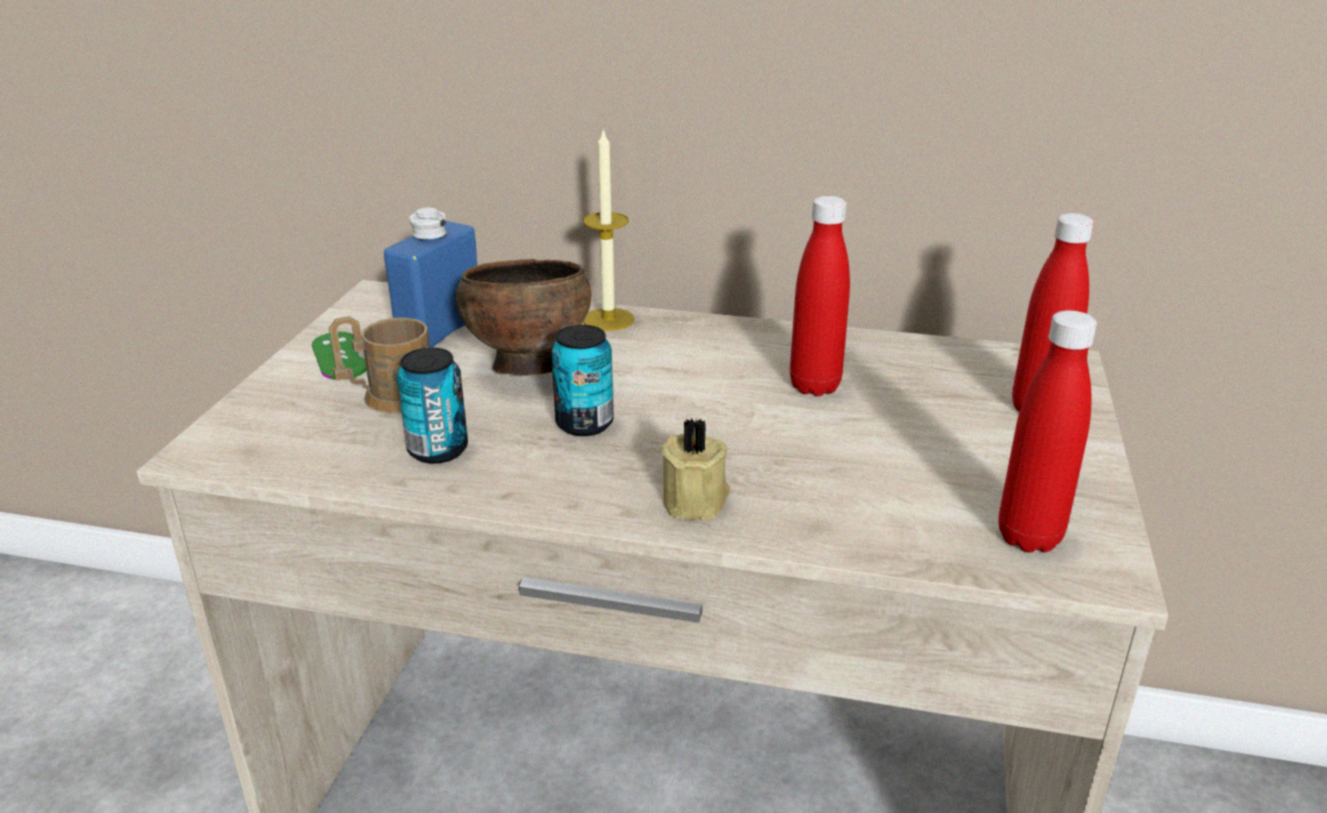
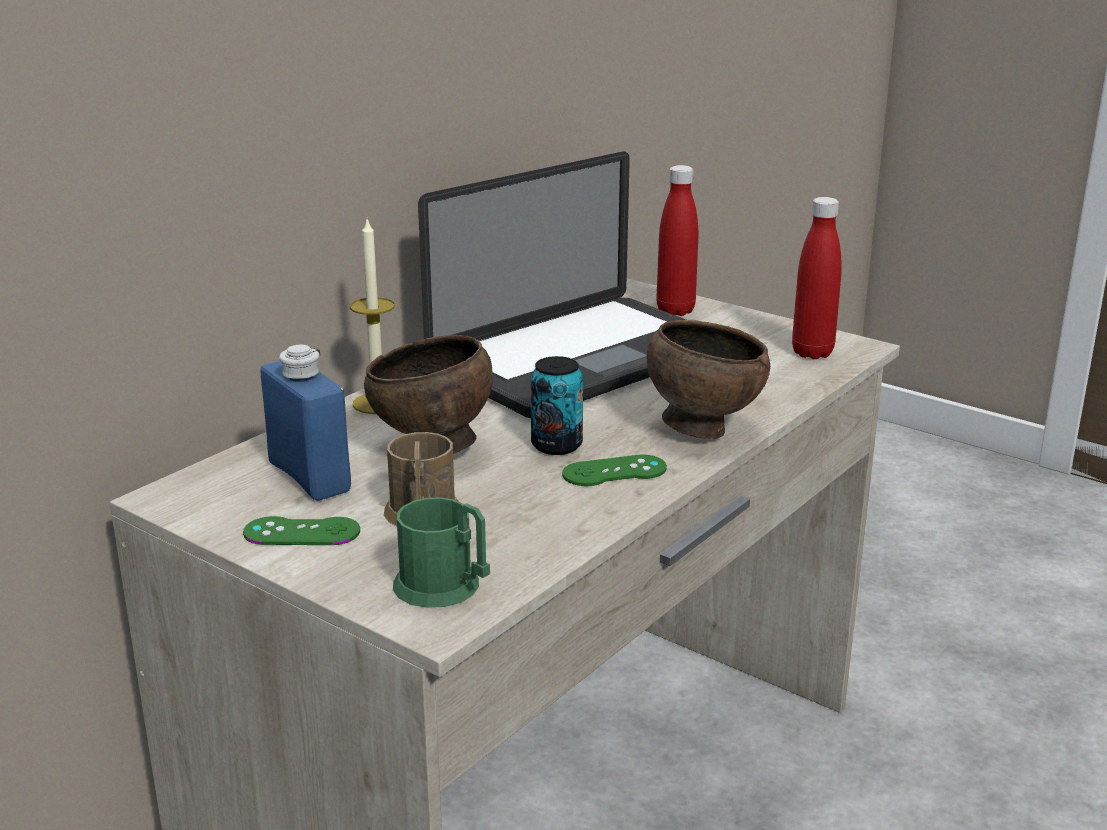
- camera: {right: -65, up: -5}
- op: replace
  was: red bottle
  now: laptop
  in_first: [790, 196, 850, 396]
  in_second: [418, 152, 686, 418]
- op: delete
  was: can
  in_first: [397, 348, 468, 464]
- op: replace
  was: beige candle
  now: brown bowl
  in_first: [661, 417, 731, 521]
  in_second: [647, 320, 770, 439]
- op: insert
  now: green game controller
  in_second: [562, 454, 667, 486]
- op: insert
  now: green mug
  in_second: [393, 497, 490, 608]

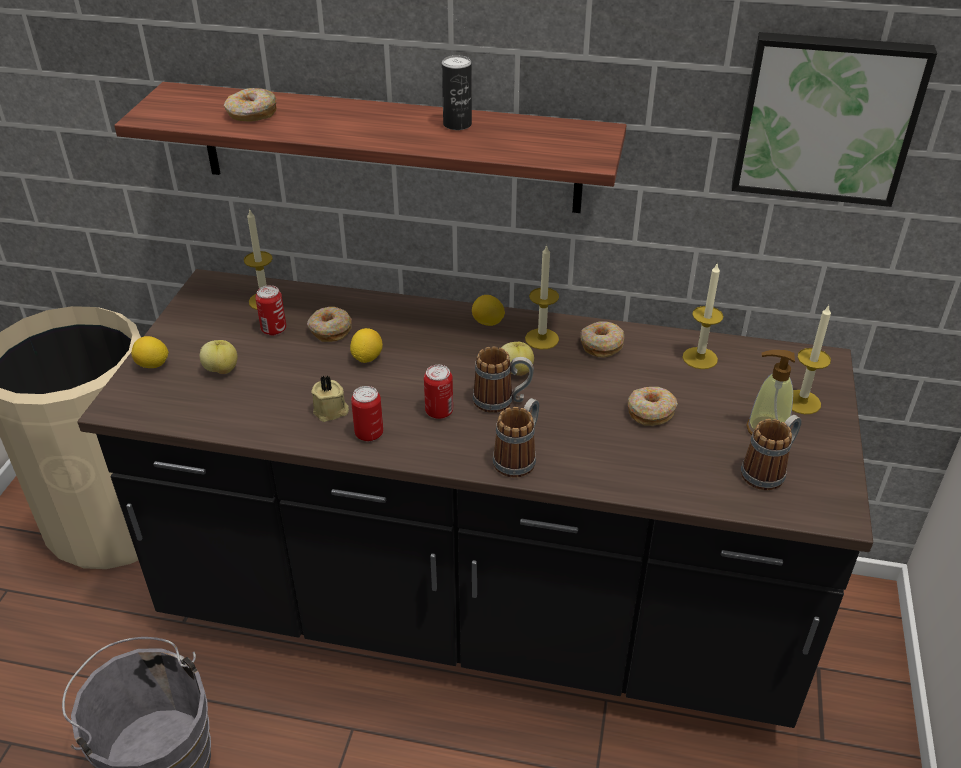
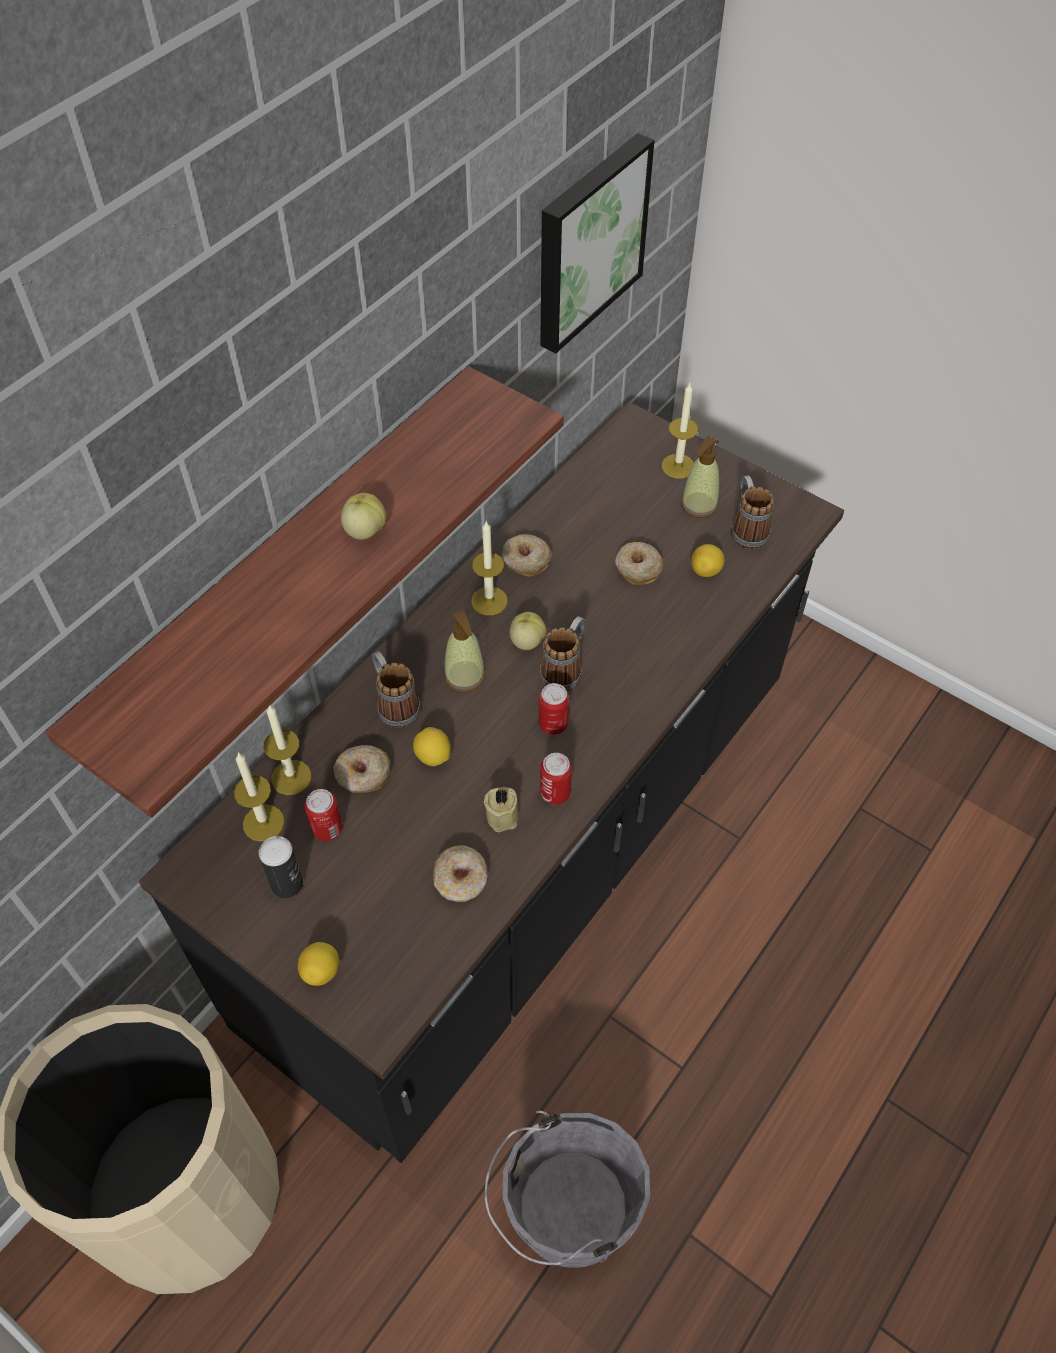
- camera: {right: -65, up: 15}
- op: move
  was: can
  in_first: [442, 55, 472, 130]
  in_second: [259, 836, 303, 899]
- op: move
  was: donut
  in_first: [224, 88, 277, 122]
  in_second: [433, 846, 488, 902]
- op: move
  was: candle
  in_first: [682, 264, 724, 369]
  in_second: [264, 705, 312, 795]
- op: move
  was: lemon
  in_first: [472, 295, 505, 326]
  in_second: [691, 544, 725, 577]
- op: move
  was: apple
  in_first: [200, 340, 238, 374]
  in_second: [341, 493, 387, 540]
- op: move
  was: mug
  in_first: [493, 398, 539, 478]
  in_second: [372, 651, 421, 728]
- op: insert
  now: soap dispenser
  in_second: [444, 609, 486, 692]

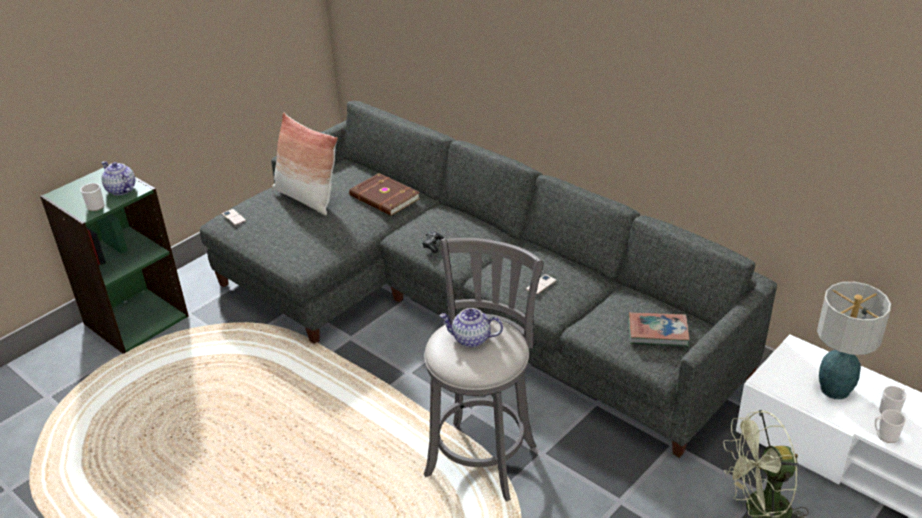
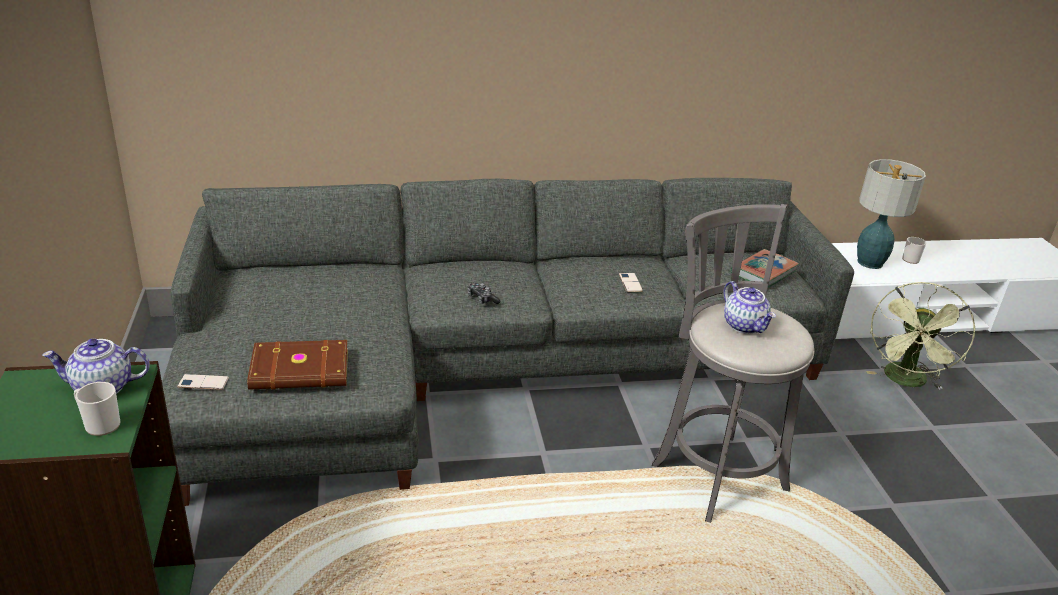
- camera: {right: -55, up: -5}
- op: delete
  was: pillow
  in_first: [272, 113, 338, 215]
- op: move
  was: brown book
  in_first: [349, 173, 420, 216]
  in_second: [247, 340, 348, 390]
- op: rotate
  was: teapot
  in_first: [439, 308, 503, 347]
  in_second: [723, 281, 776, 334]
  clockwise: -75
- op: delete
  was: mug
  in_first: [875, 410, 906, 443]

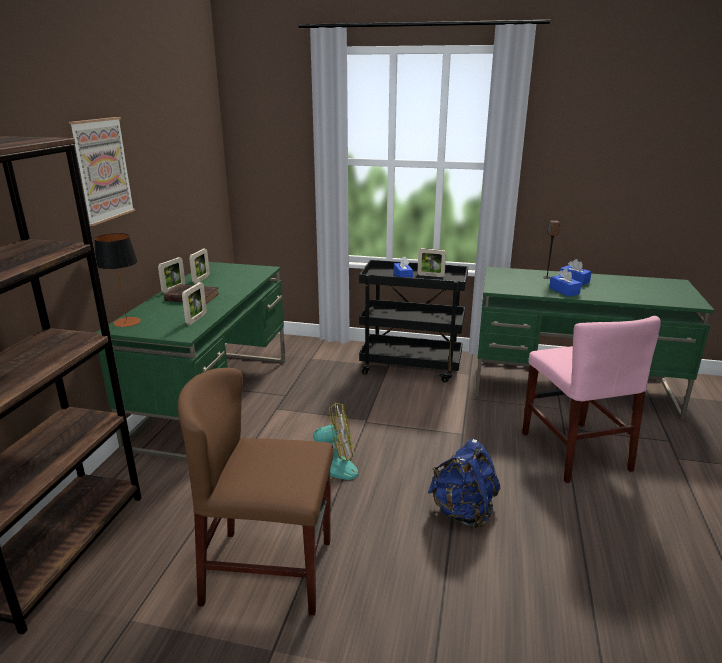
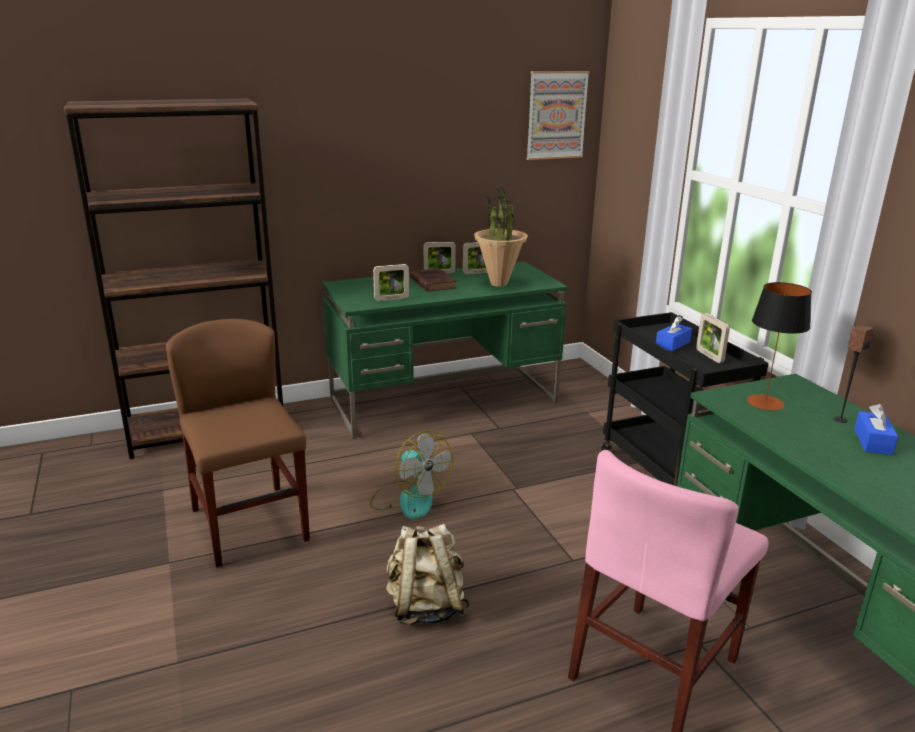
- camera: {right: 55, up: 0}
- op: move
  was: picture
  in_first: [69, 117, 135, 226]
  in_second: [526, 71, 590, 160]
- op: move
  was: table lamp
  in_first: [94, 233, 141, 327]
  in_second: [746, 282, 812, 410]
- op: delete
  was: blue tissue box
  in_first: [549, 268, 582, 297]
- op: recolor
  was: blue backpack
  now: beige backpack
  in_first: [428, 439, 500, 529]
  in_second: [386, 524, 470, 625]
- op: insert
  now: potted plant
  in_second: [474, 185, 528, 287]

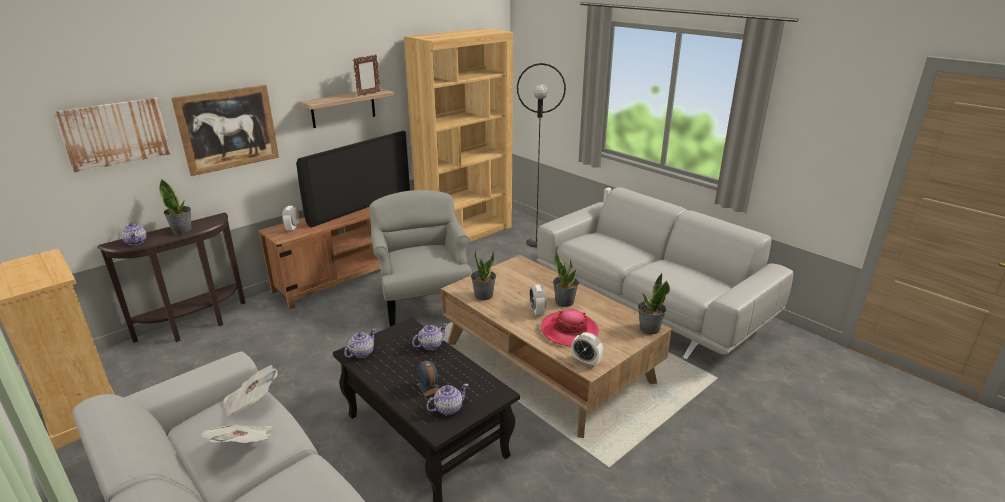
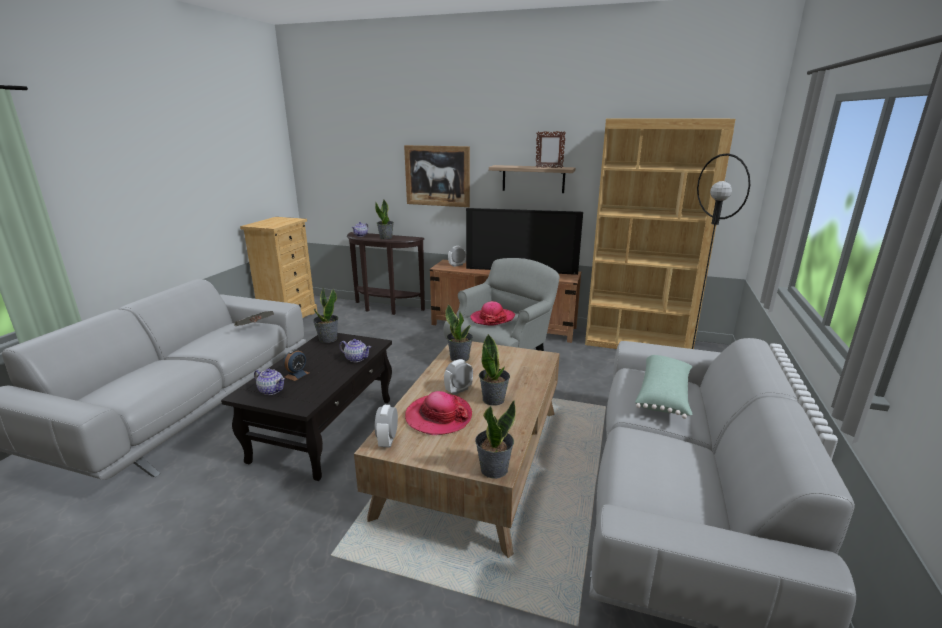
- camera: {right: 60, up: -5}
- op: delete
  was: picture
  in_first: [53, 98, 172, 173]
- op: replace
  was: teapot
  now: potted plant
  in_first: [344, 328, 376, 358]
  in_second: [313, 287, 338, 343]
- op: delete
  was: newspaper
  in_first: [201, 424, 273, 443]
- op: insert
  now: hat
  in_second: [470, 301, 515, 325]
- op: insert
  now: green pillow
  in_second: [635, 355, 693, 419]

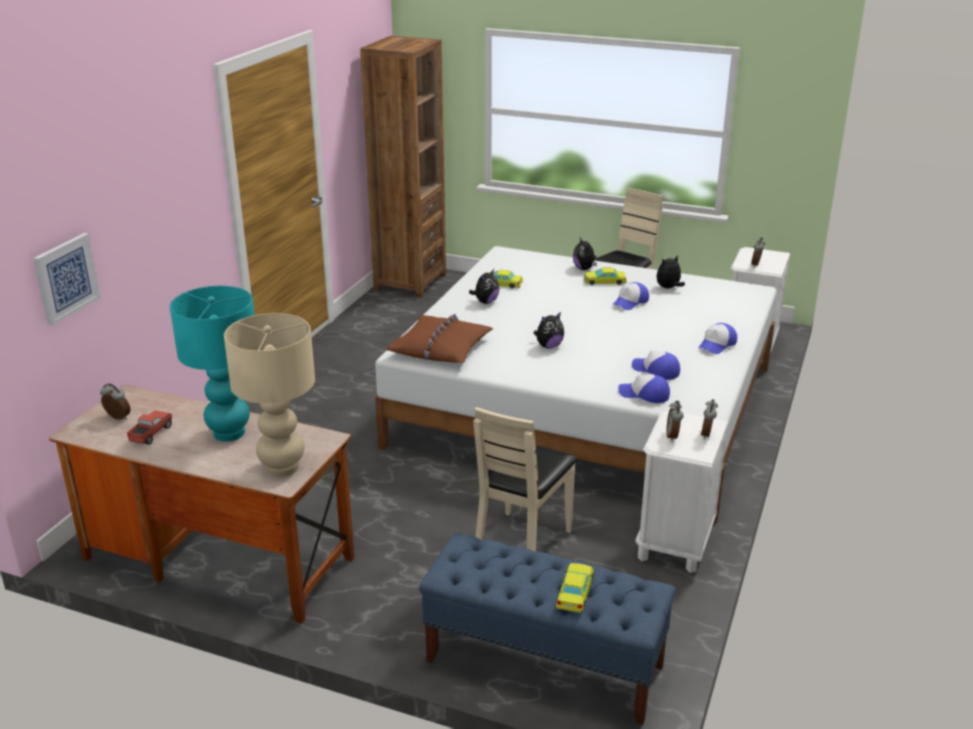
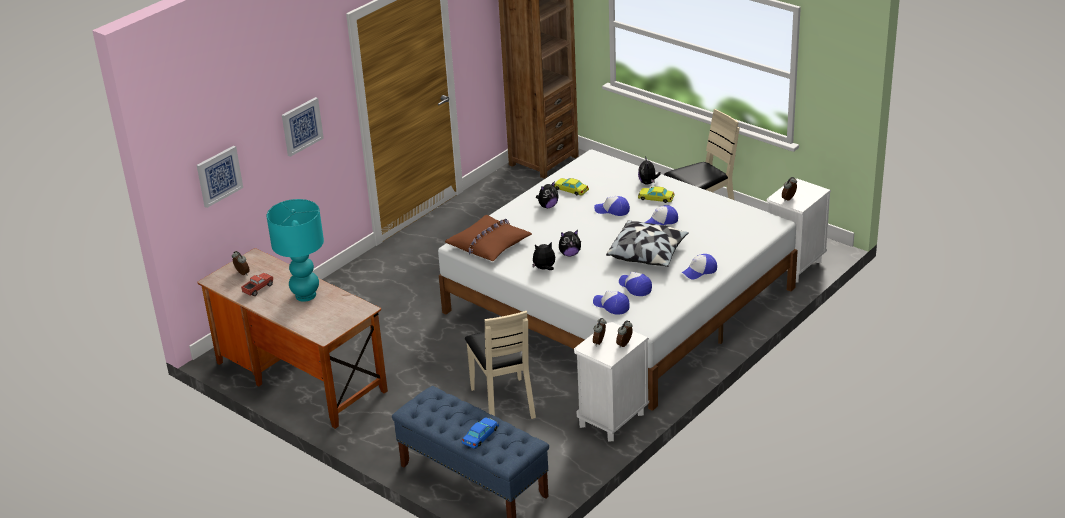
- camera: {right: 20, up: 5}
- op: move
  was: plush toy
  in_first: [657, 255, 685, 289]
  in_second: [533, 242, 555, 270]
- op: delete
  was: beige table lamp
  in_first: [224, 313, 315, 477]
- op: rotate
  was: beige chair
  in_first: [473, 407, 578, 552]
  in_second: [465, 311, 536, 419]
  clockwise: -60
- op: recolor
  was: yellow toy car
  now: blue toy car
  in_first: [556, 563, 594, 613]
  in_second: [462, 417, 499, 449]
- op: insert
  now: picture
  in_second: [282, 97, 324, 157]
- op: insert
  now: cap
  in_second: [594, 196, 630, 216]
- op: insert
  now: pillow
  in_second: [606, 220, 689, 267]

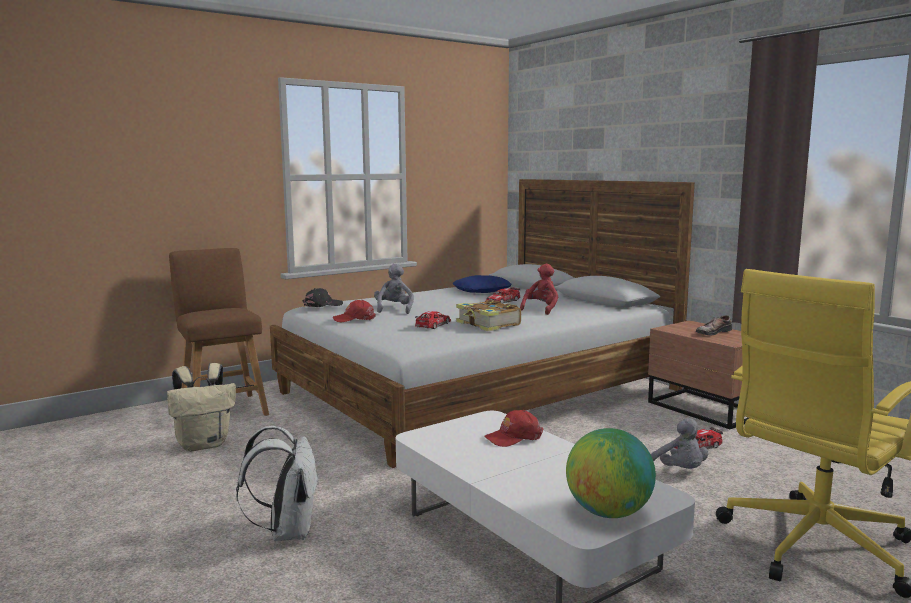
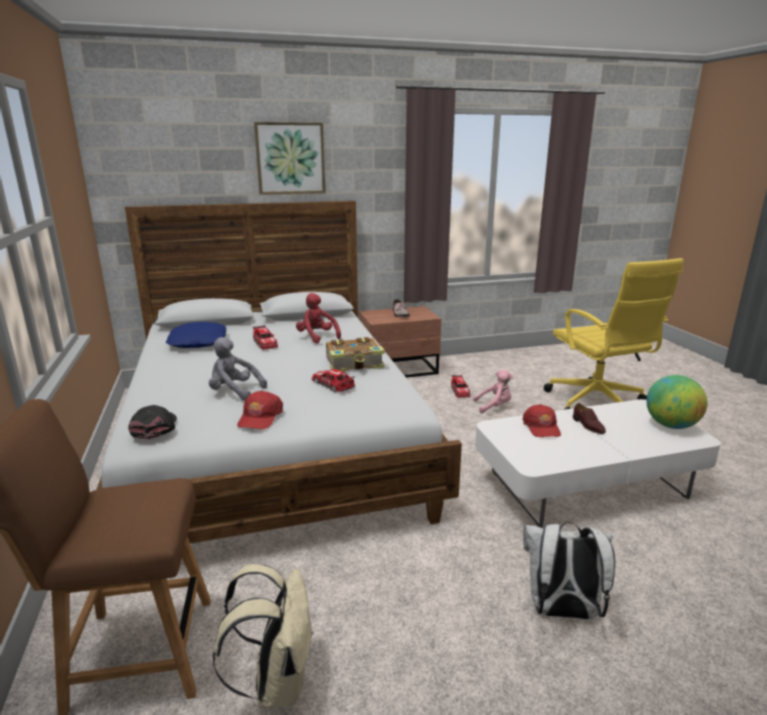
- camera: {right: -70, up: 10}
- op: recolor
  was: grey plush toy
  now: pink plush toy
  in_first: [651, 418, 708, 469]
  in_second: [473, 370, 513, 413]
- op: insert
  now: picture
  in_second: [254, 122, 326, 195]
- op: insert
  now: brown shoe
  in_second: [573, 403, 606, 434]

